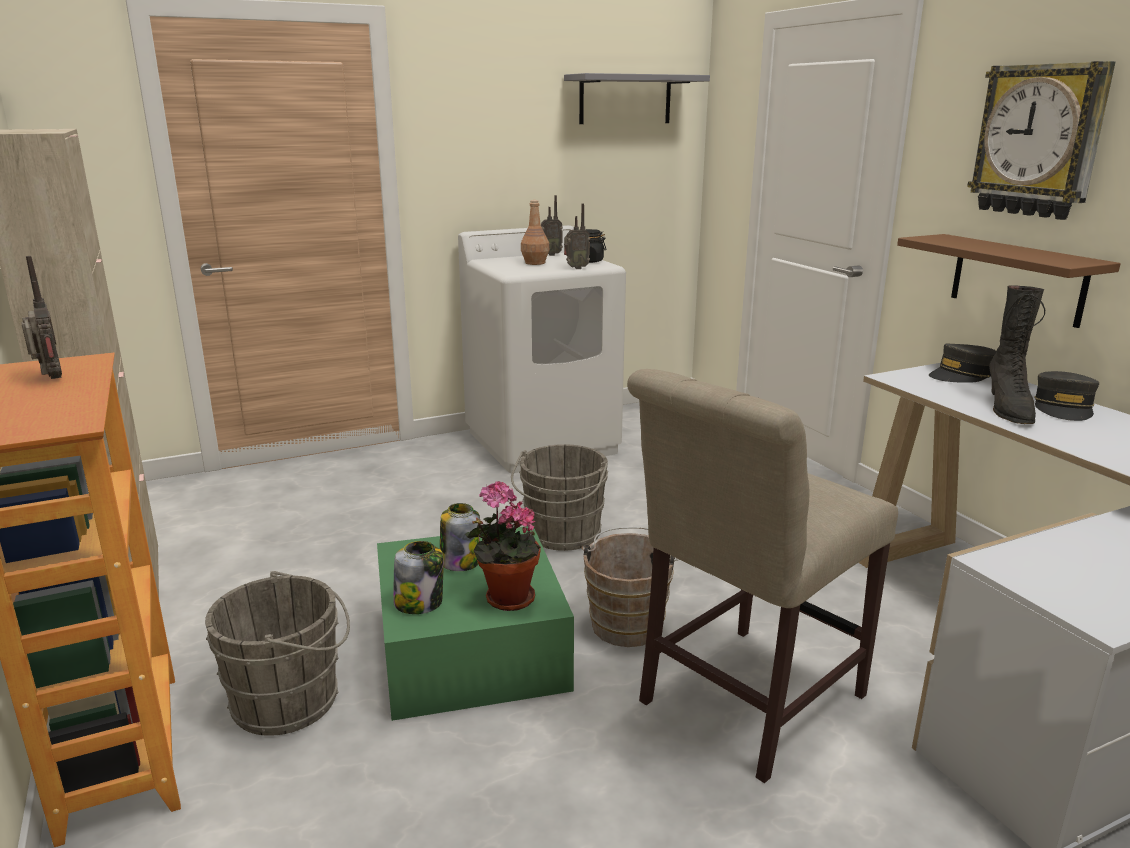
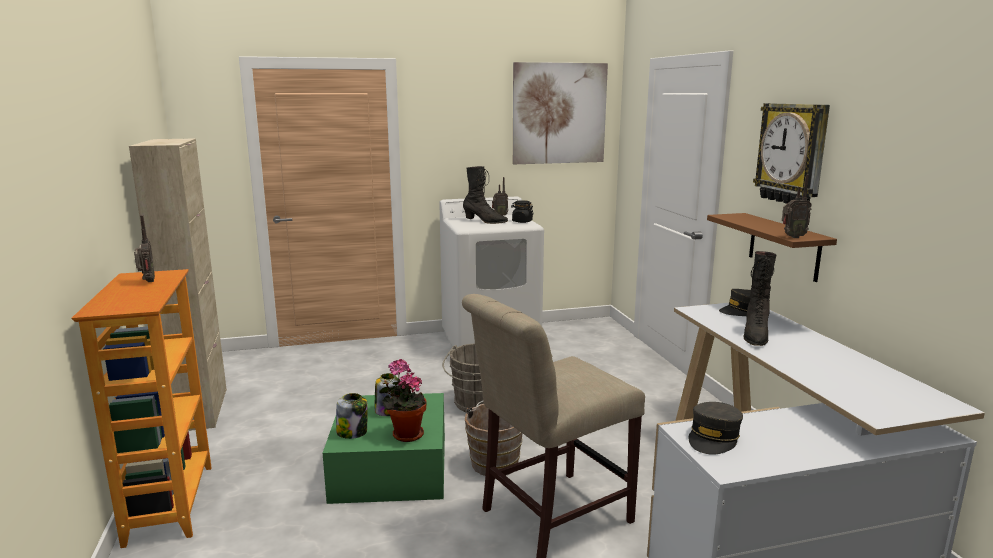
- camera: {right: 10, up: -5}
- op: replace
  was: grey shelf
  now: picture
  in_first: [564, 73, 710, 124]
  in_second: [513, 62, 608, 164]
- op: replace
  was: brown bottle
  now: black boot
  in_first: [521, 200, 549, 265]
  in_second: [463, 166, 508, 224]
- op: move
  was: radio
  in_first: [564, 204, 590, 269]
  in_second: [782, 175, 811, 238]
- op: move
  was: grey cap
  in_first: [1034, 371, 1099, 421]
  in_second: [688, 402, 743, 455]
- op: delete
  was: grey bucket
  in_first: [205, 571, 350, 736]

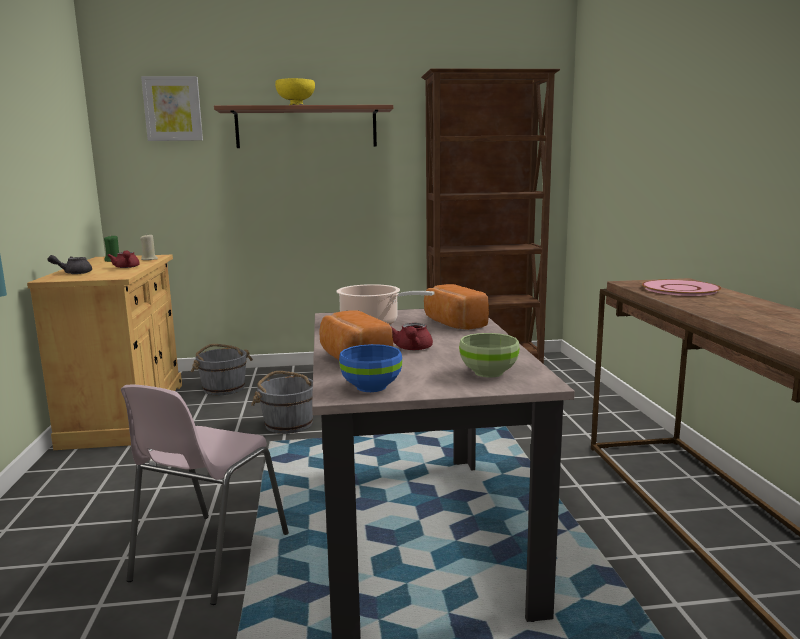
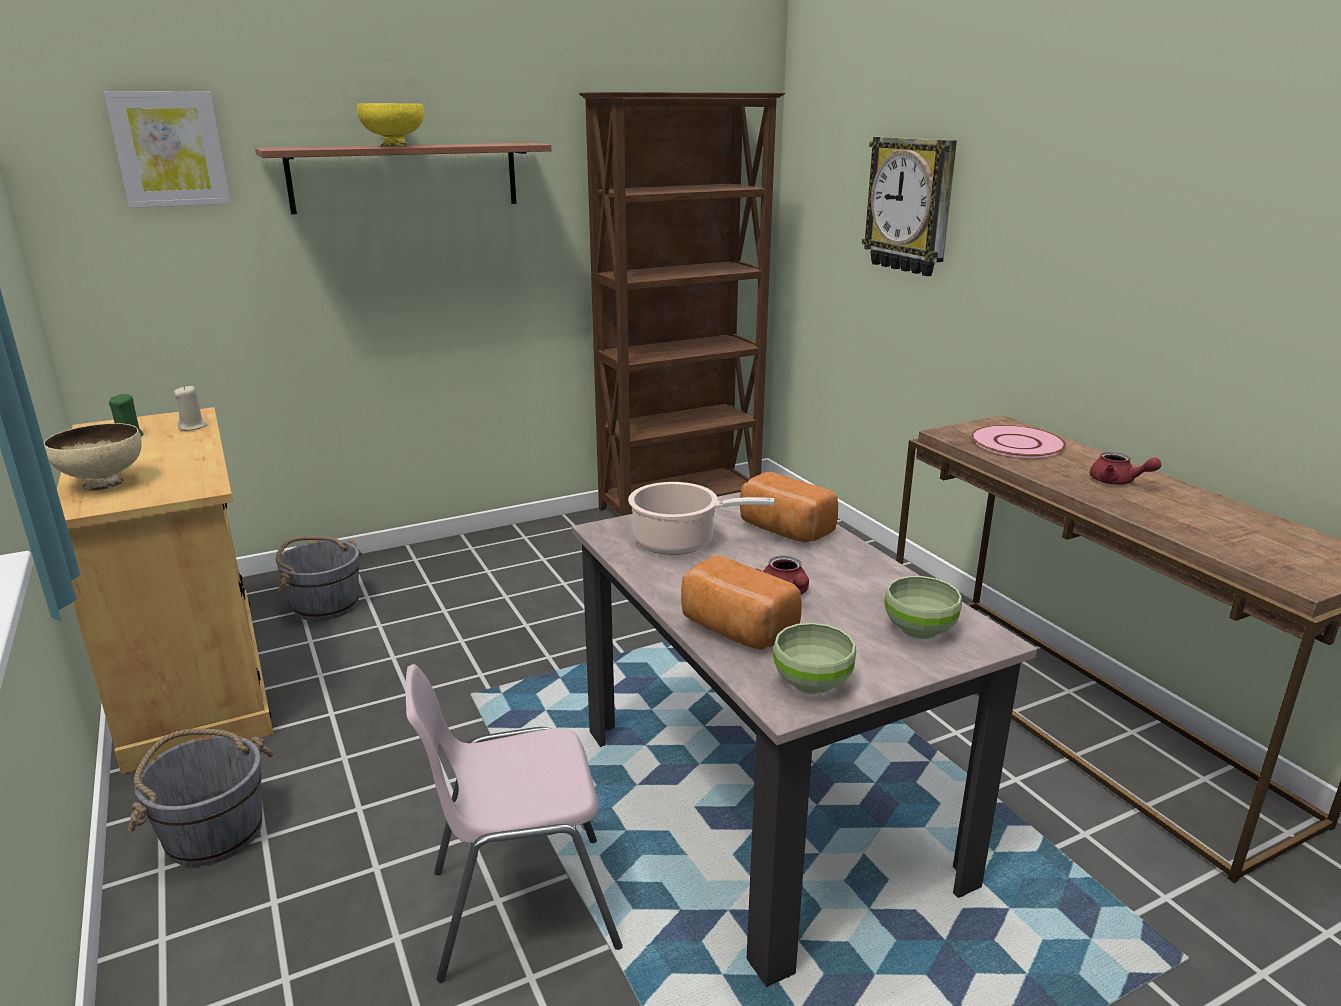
- camera: {right: -20, up: 10}
- op: move
  was: red teapot
  in_first: [107, 250, 140, 268]
  in_second: [1090, 452, 1161, 485]
- op: replace
  was: grey teapot
  now: beige bowl
  in_first: [48, 255, 92, 274]
  in_second: [44, 423, 142, 491]
- op: recolor
  was: blue bowl
  now: green bowl
  in_first: [339, 344, 402, 392]
  in_second: [773, 623, 856, 695]
- op: move
  was: grey bucket
  in_first: [251, 371, 313, 434]
  in_second: [128, 729, 274, 866]
- op: rotate
  was: pink chair
  in_first: [121, 385, 289, 605]
  in_second: [406, 664, 623, 982]
  clockwise: 75
- op: insert
  now: wall clock
  in_second: [862, 137, 957, 276]

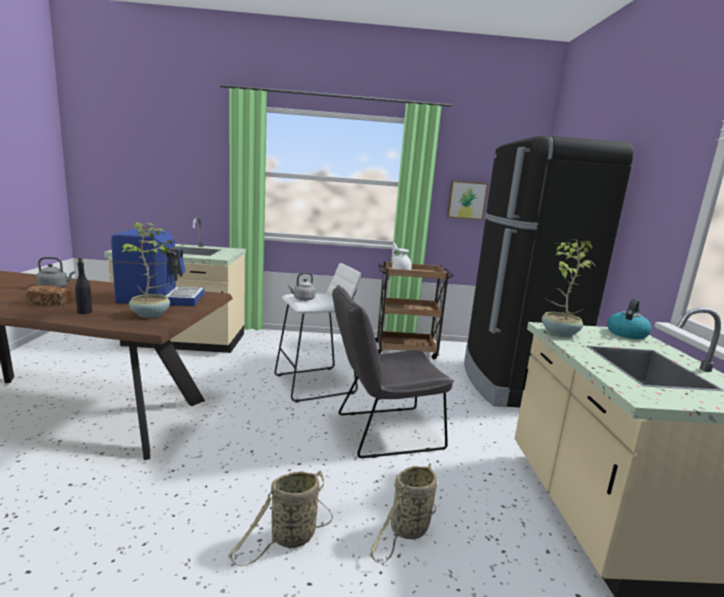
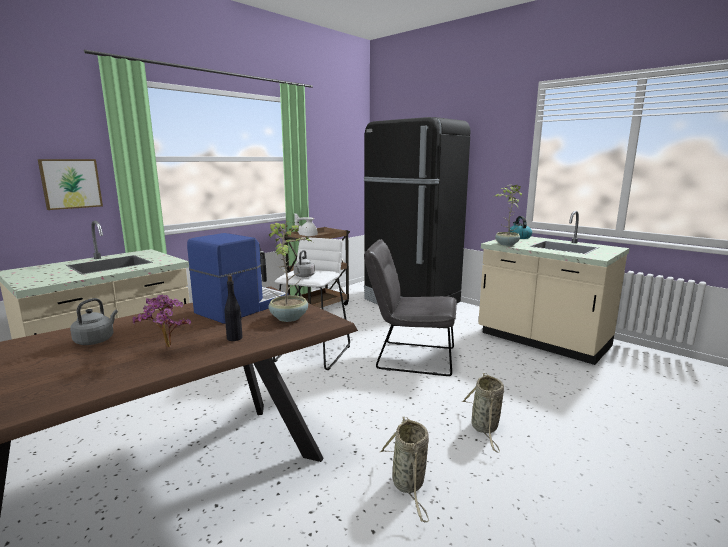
- camera: {right: -45, up: 0}
- op: move
  was: picture
  in_first: [447, 181, 488, 220]
  in_second: [38, 159, 103, 210]
- op: replace
  was: bread
  now: potted plant
  in_first: [26, 285, 71, 306]
  in_second: [132, 295, 191, 347]
- op: rotate
  was: grey chair
  in_first: [332, 285, 454, 458]
  in_second: [364, 239, 457, 376]
  clockwise: 75
- op: move
  was: basket
  in_first: [370, 463, 437, 564]
  in_second: [379, 417, 429, 522]

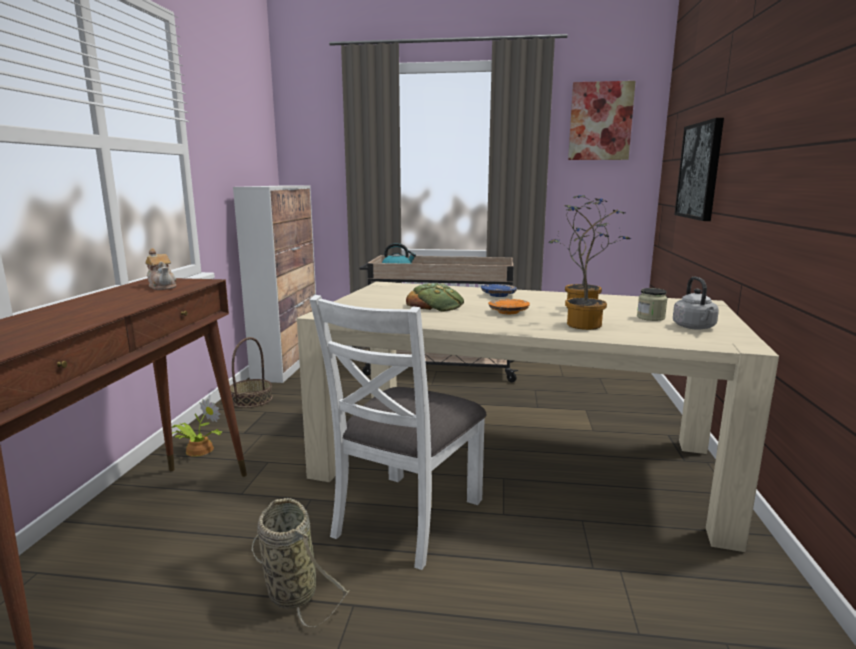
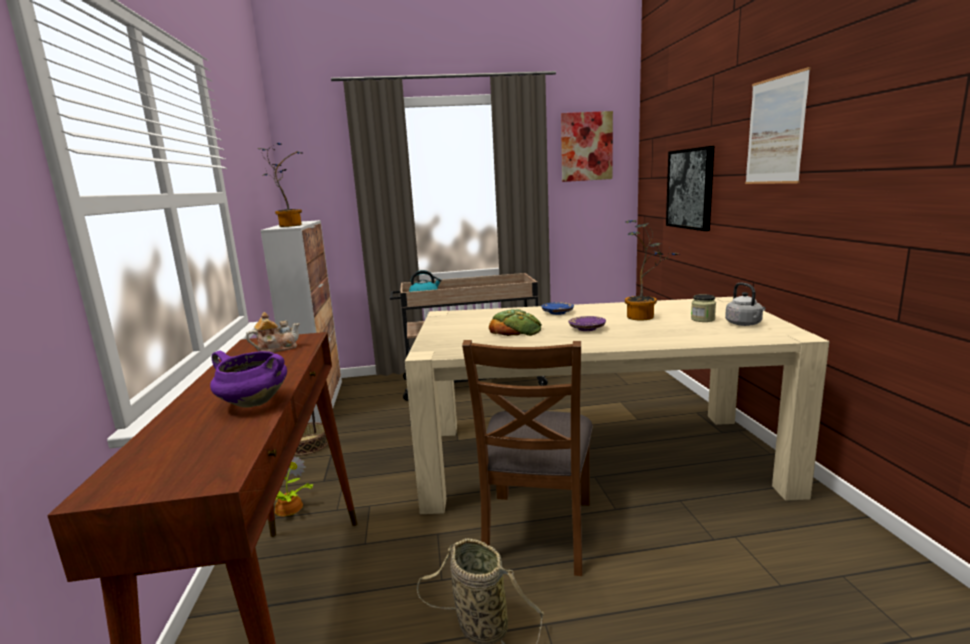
- camera: {right: -15, up: 0}
- op: move
  was: potted plant
  in_first: [548, 198, 625, 330]
  in_second: [257, 143, 303, 227]
- op: rotate
  was: teapot
  in_first: [145, 248, 176, 290]
  in_second: [246, 312, 300, 353]
  clockwise: -60
- op: recolor
  was: white chair
  now: brown chair
  in_first: [309, 295, 487, 570]
  in_second: [462, 340, 593, 576]
- op: recolor
  was: orange plate
  now: purple plate
  in_first: [488, 299, 530, 314]
  in_second: [569, 316, 606, 331]
- op: insert
  now: picture
  in_second: [745, 67, 811, 184]
- op: insert
  now: purple cooking pot
  in_second: [210, 351, 287, 408]

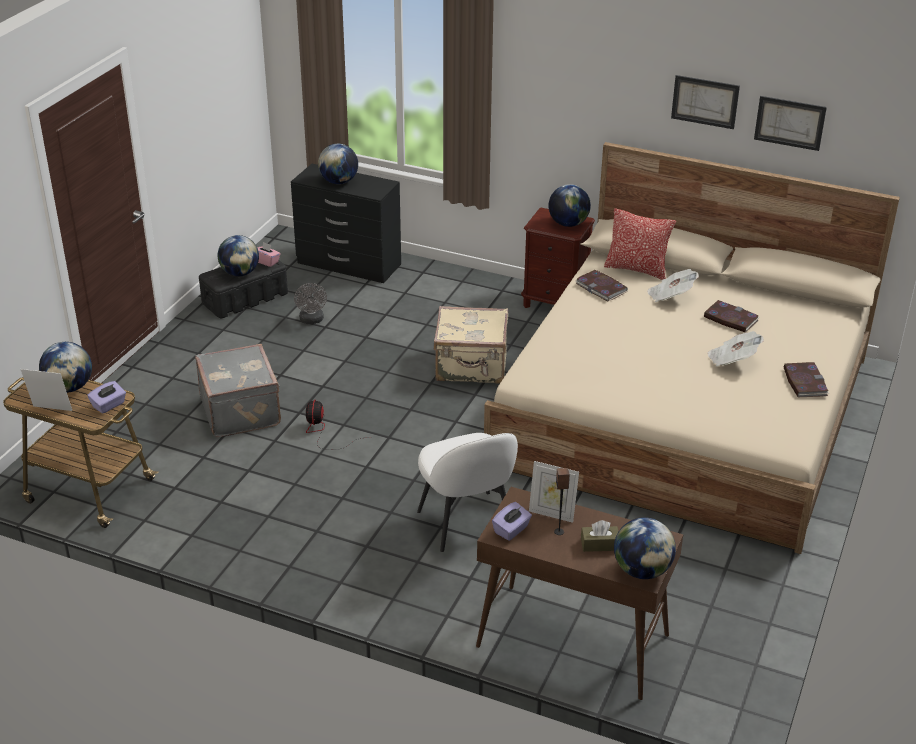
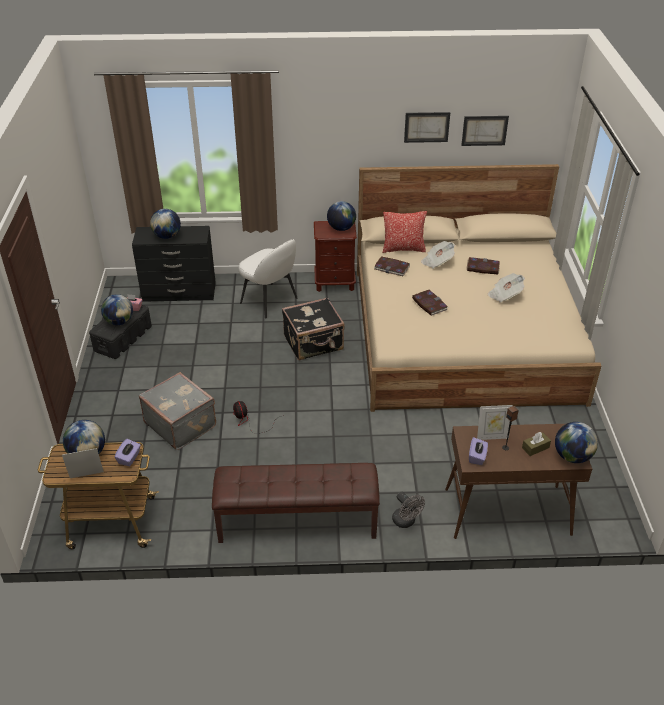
- camera: {right: -25, up: 5}
- op: move
  was: grey fan
  in_first: [294, 283, 327, 324]
  in_second: [392, 492, 425, 528]
- op: recolor
  was: beige suitcase
  now: black suitcase
  in_first: [434, 306, 508, 384]
  in_second: [282, 297, 345, 360]
- op: move
  was: book
  in_first: [784, 362, 829, 397]
  in_second: [412, 290, 448, 316]
- op: move
  was: white chair
  in_first: [417, 433, 518, 552]
  in_second: [239, 239, 297, 318]
- op: insert
  now: brown bench
  in_second: [212, 463, 380, 543]

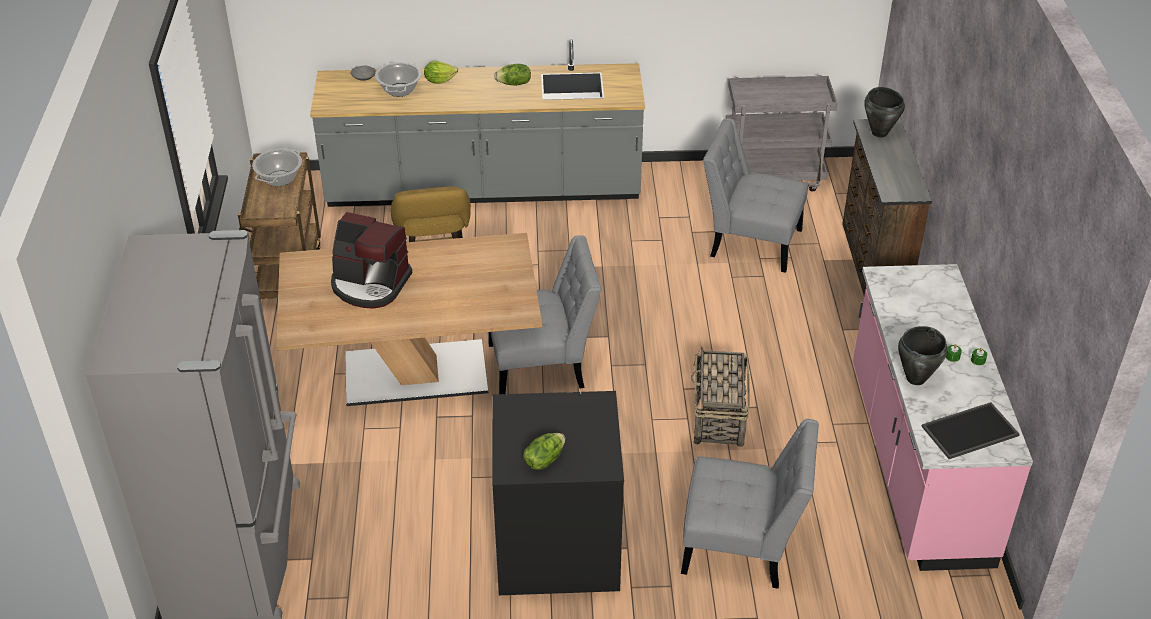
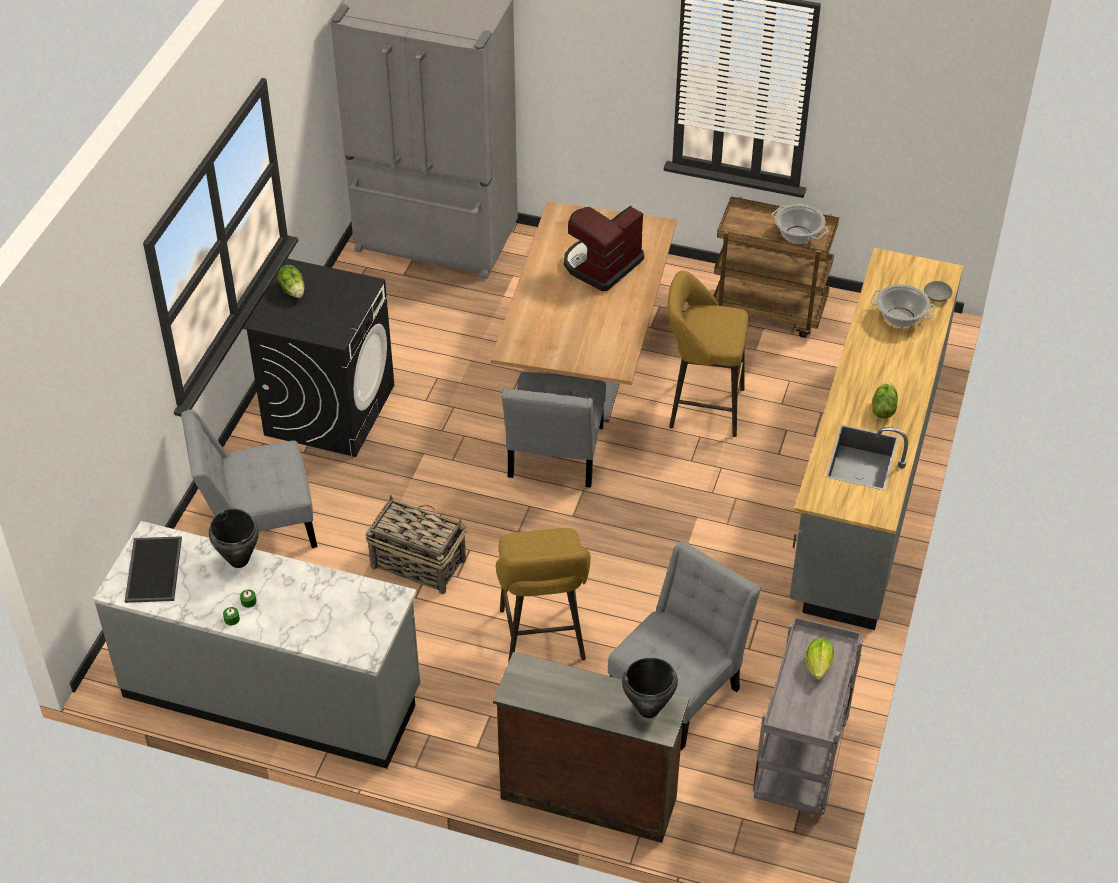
- camera: {right: 110, up: 5}
- op: move
  was: lettuce
  in_first: [424, 61, 458, 84]
  in_second: [806, 638, 834, 680]
- op: recolor
  was: pink counter
  now: grey counter
  in_first: [853, 264, 1033, 571]
  in_second: [93, 521, 420, 769]
- op: rotate
  was: grey chair
  in_first: [681, 419, 819, 589]
  in_second: [181, 410, 318, 548]
  clockwise: 45
- op: insert
  now: yellow stool
  in_second: [496, 528, 591, 663]

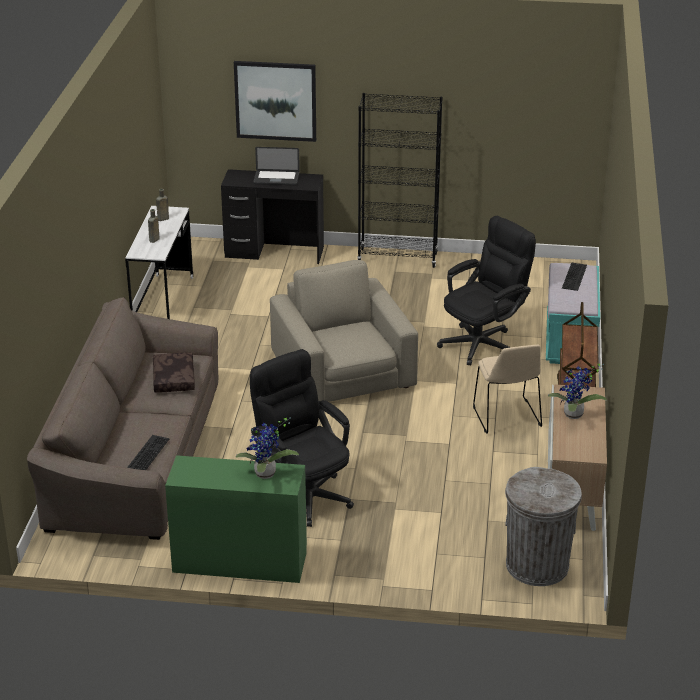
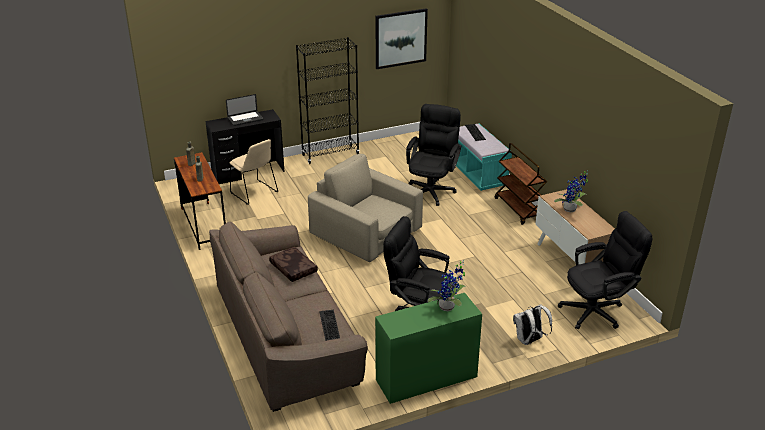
- camera: {right: -30, up: 0}
- op: move
  was: picture
  in_first: [234, 61, 316, 142]
  in_second: [376, 8, 428, 69]
- op: recolor
  was: white desk
  now: brown desk
  in_first: [125, 206, 193, 319]
  in_second: [174, 152, 226, 250]
- op: move
  was: beige chair
  in_first: [473, 345, 542, 434]
  in_second: [230, 139, 278, 205]
- op: replace
  was: grey trash can
  now: black office chair
  in_first: [505, 467, 582, 586]
  in_second: [558, 211, 652, 329]
- op: insert
  now: white backpack
  in_second: [513, 304, 552, 345]

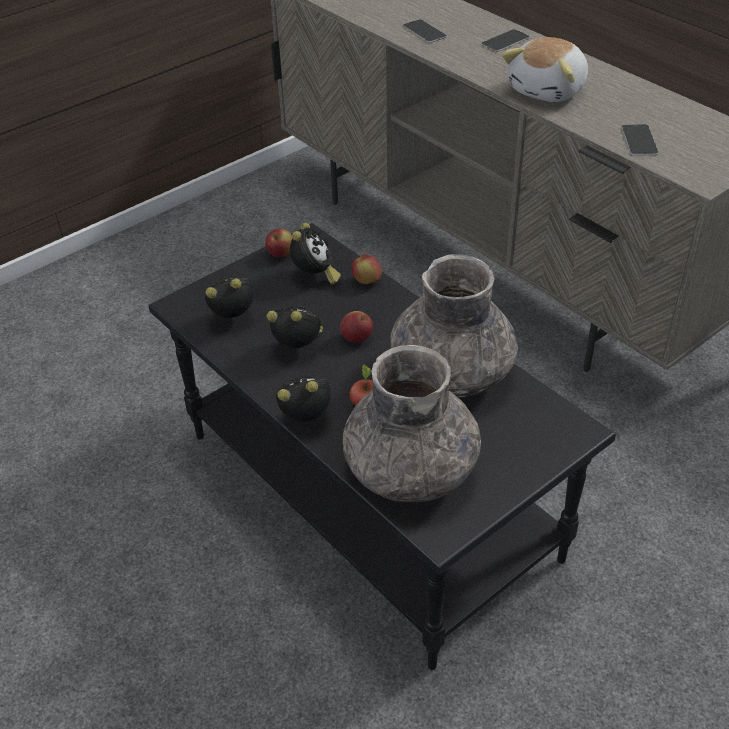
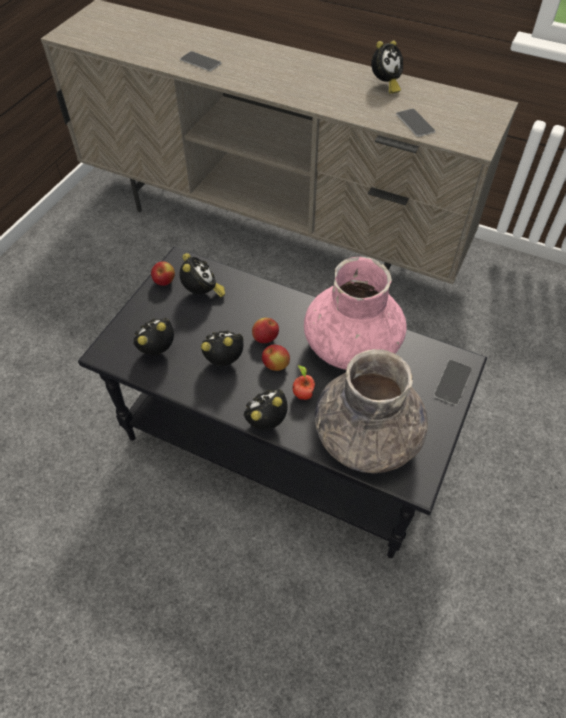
- camera: {right: -25, up: 10}
- op: move
  was: phone
  in_first: [481, 29, 530, 52]
  in_second: [434, 360, 472, 405]
- op: delete
  was: plush toy
  in_first: [502, 37, 588, 102]
- op: recolor
  was: grey vase
  now: pink vase
  in_first: [390, 254, 518, 398]
  in_second: [304, 257, 407, 370]
- op: move
  was: apple
  in_first: [351, 255, 382, 284]
  in_second: [262, 345, 290, 371]
- op: insert
  now: alarm clock
  in_second: [371, 41, 403, 94]

